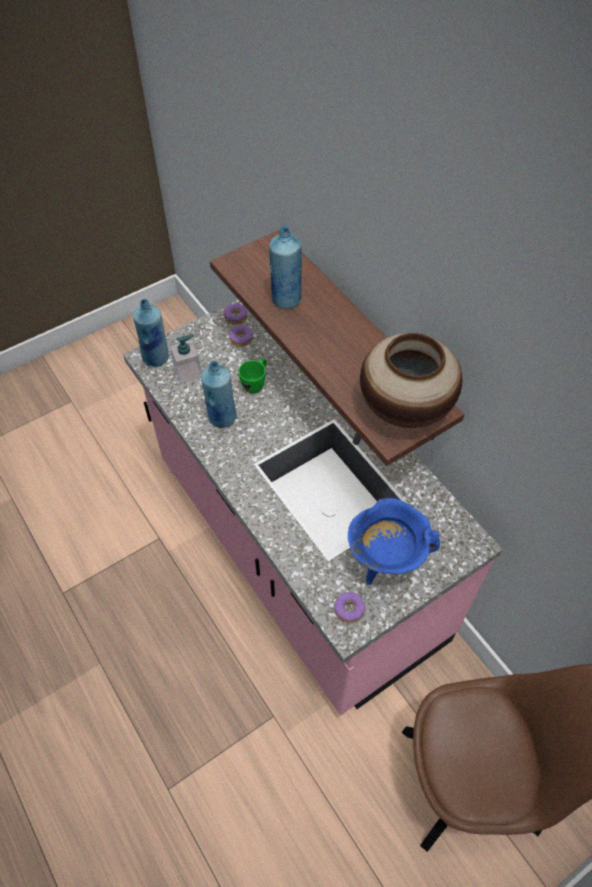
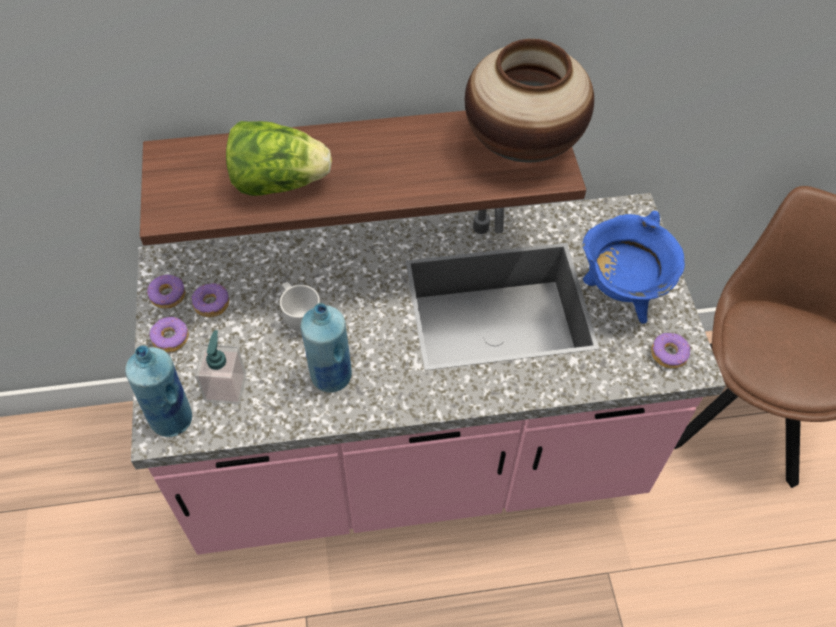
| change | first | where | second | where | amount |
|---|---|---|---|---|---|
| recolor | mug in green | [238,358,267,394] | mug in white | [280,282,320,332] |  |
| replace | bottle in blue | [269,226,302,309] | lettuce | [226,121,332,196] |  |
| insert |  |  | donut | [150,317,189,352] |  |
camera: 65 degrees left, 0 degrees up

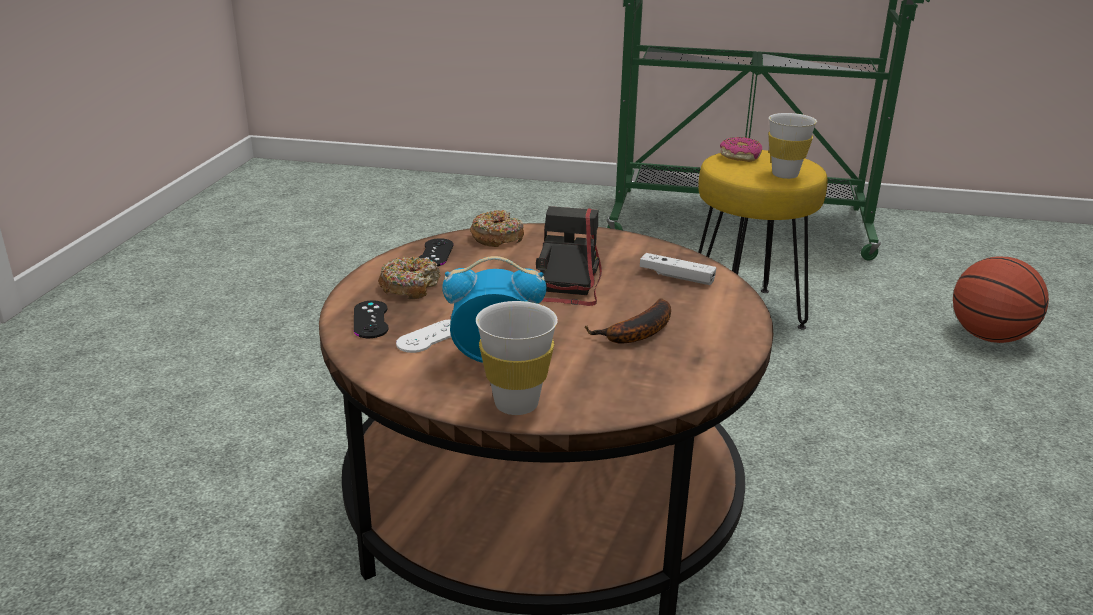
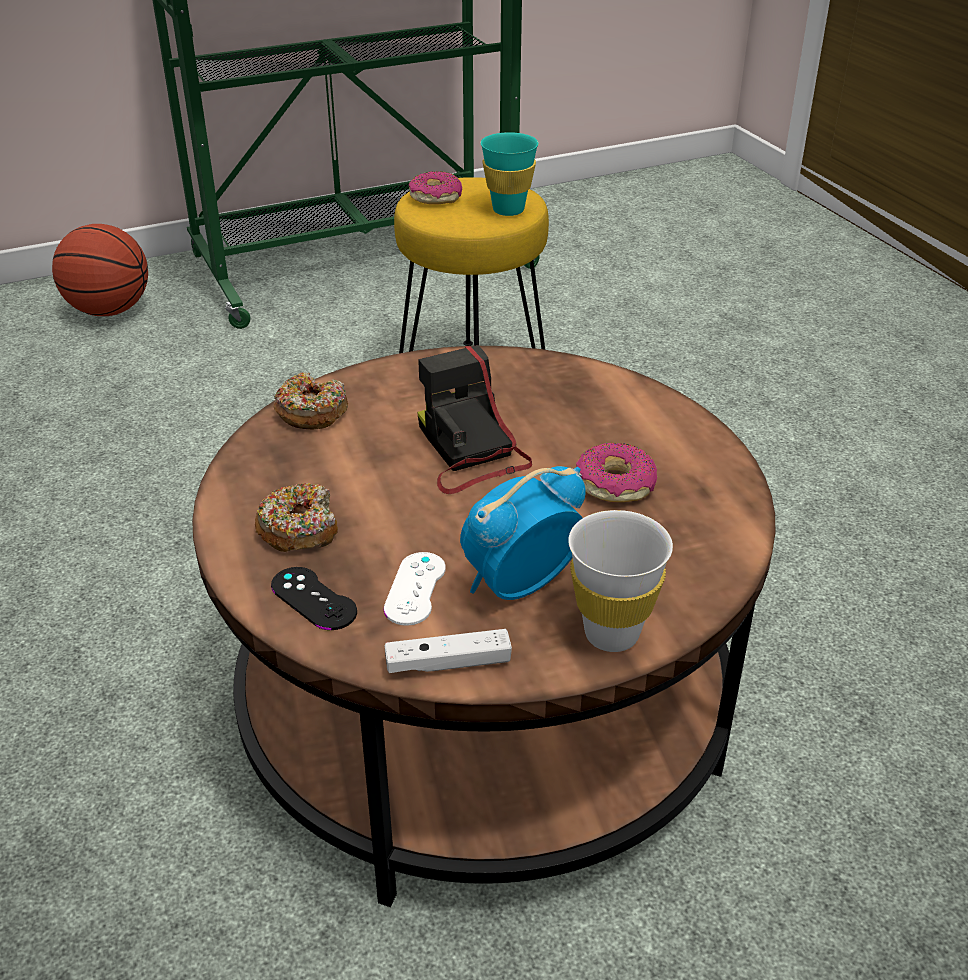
| change | first | where | second | where | amount |
|---|---|---|---|---|---|
| delete | game controller in black | [419,238,454,266] |  |  |  |
| replace | banana | [585,298,671,344] | donut | [576,443,657,502] |  |
| move | game controller in white | [640,253,716,285] |  | [385,629,512,673] |  |
| recolor | cup in white | [768,113,817,179] | cup in turquoise | [481,132,539,216] |  |
| move | basketball | [953,257,1049,343] |  | [52,224,148,316] |  |
camera: 35 degrees left, 10 degrees up

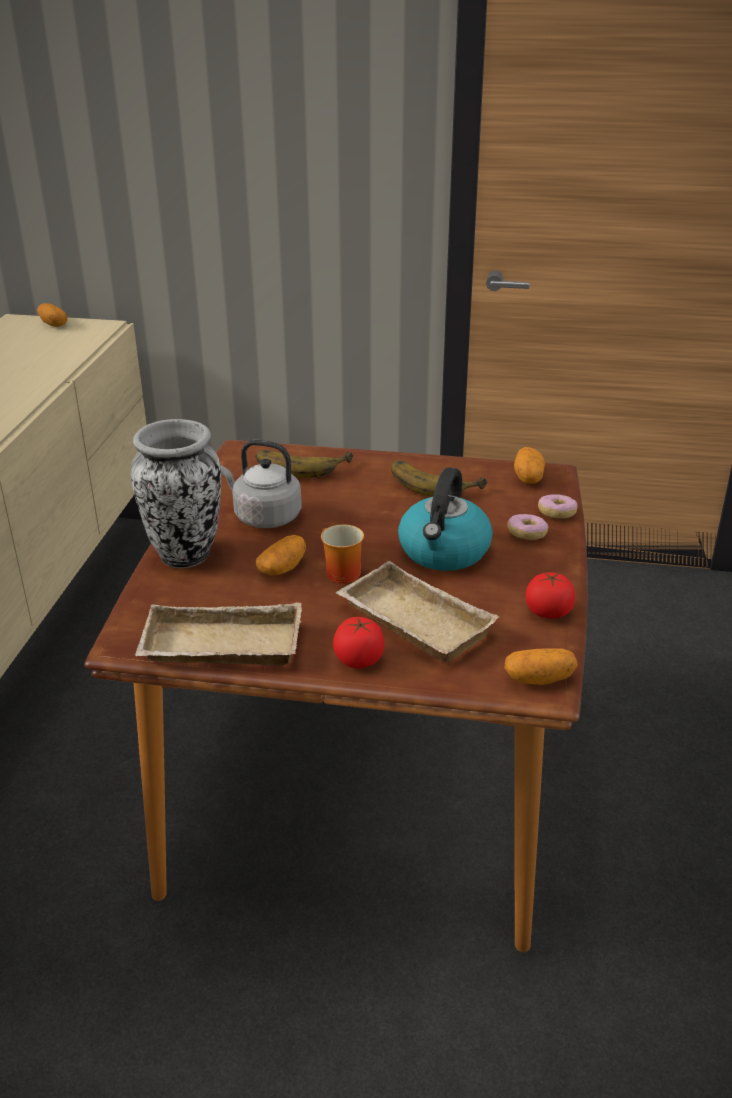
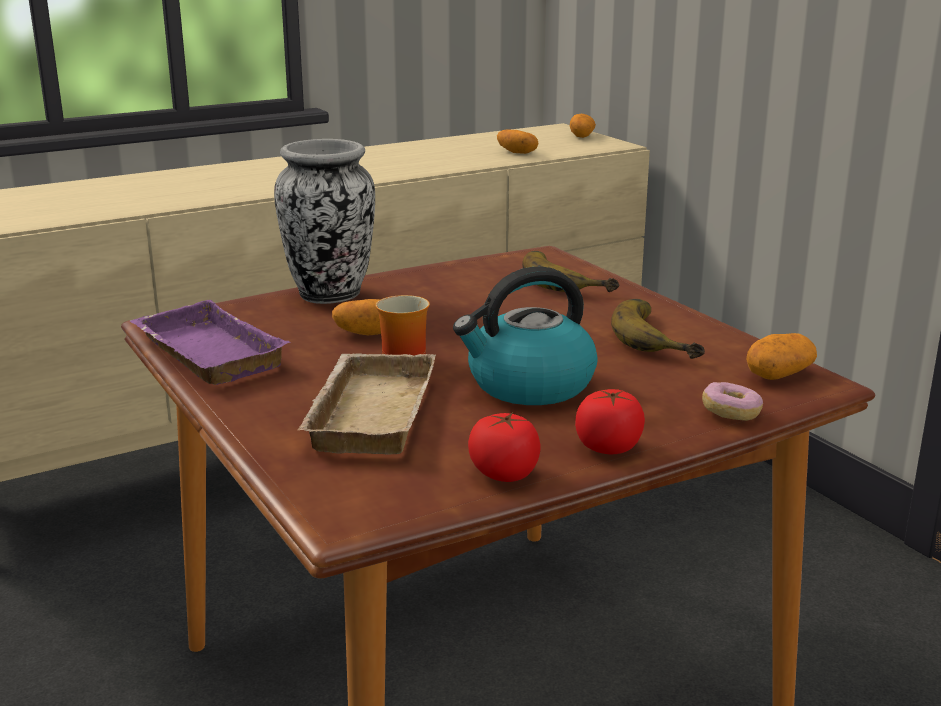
| change | first | where | second | where | amount |
|---|---|---|---|---|---|
| recolor | tray in beige | [135,602,302,665] | tray in purple | [129,300,291,385] |  |
| delete | kettle in grey | [221,440,302,528] |  |  |  |
| move | tomato | [333,617,384,668] |  | [575,389,645,454] |  |
| move | potato | [504,648,578,685] |  | [497,130,539,154] |  |
| delete | donut | [508,514,548,540] |  |  |  |
camera: 50 degrees right, 10 degrees down

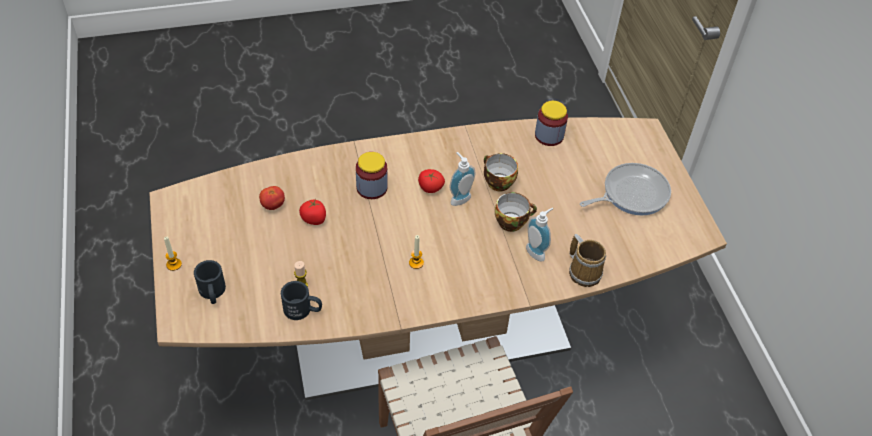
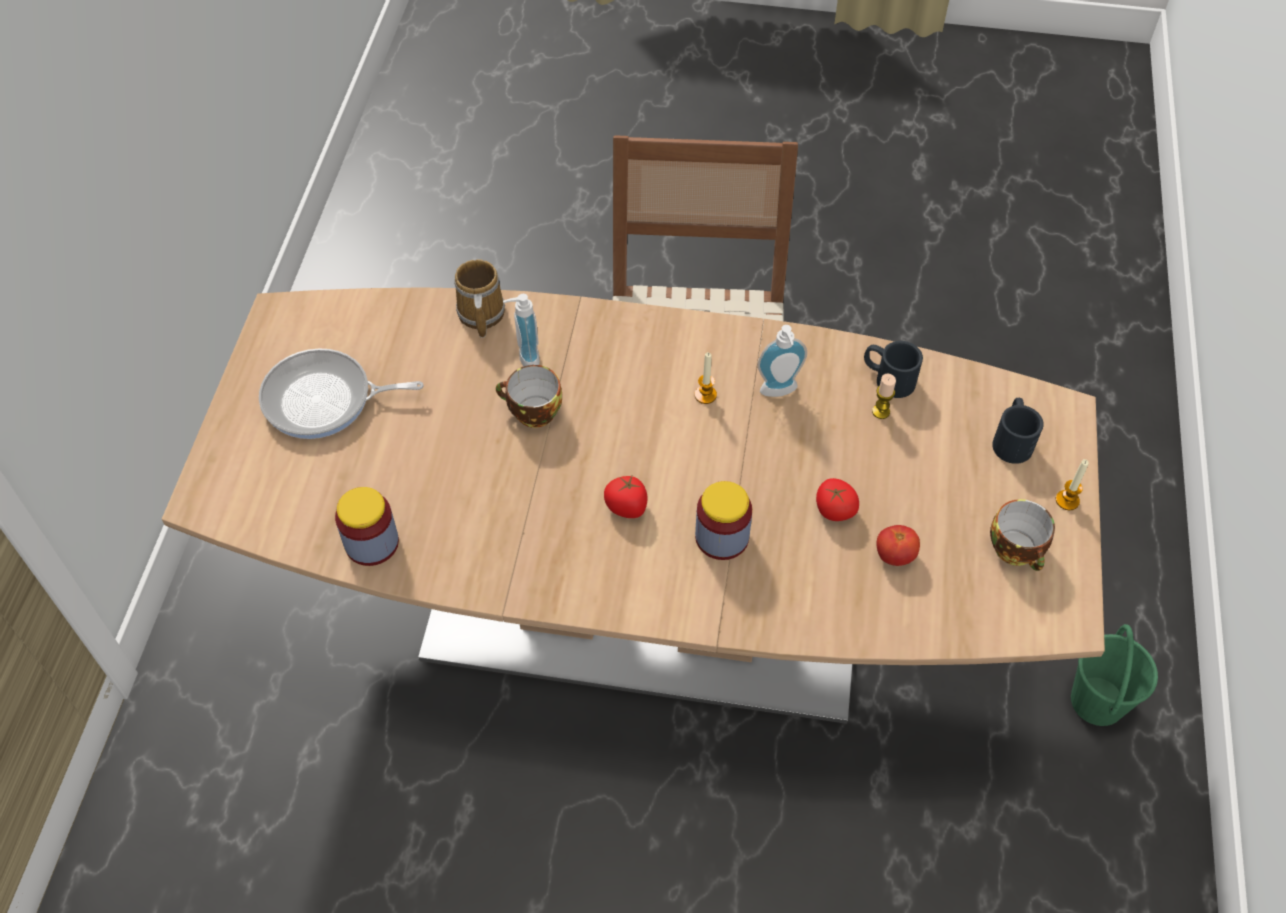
| change | first | where | second | where | amount |
|---|---|---|---|---|---|
| move | soap dispenser | [450,152,475,206] |  | [758,325,807,397] |  |
| move | cup | [484,153,518,191] |  | [990,499,1055,571] |  |
| insert |  |  | bucket in green | [1071,624,1158,726] |  |
camera: 155 degrees left, 5 degrees up

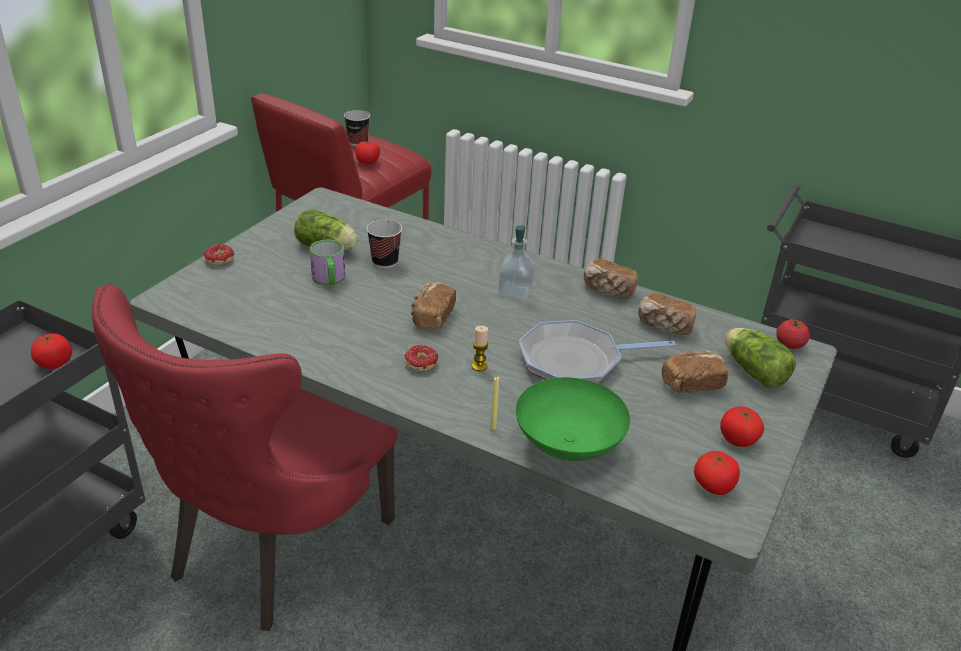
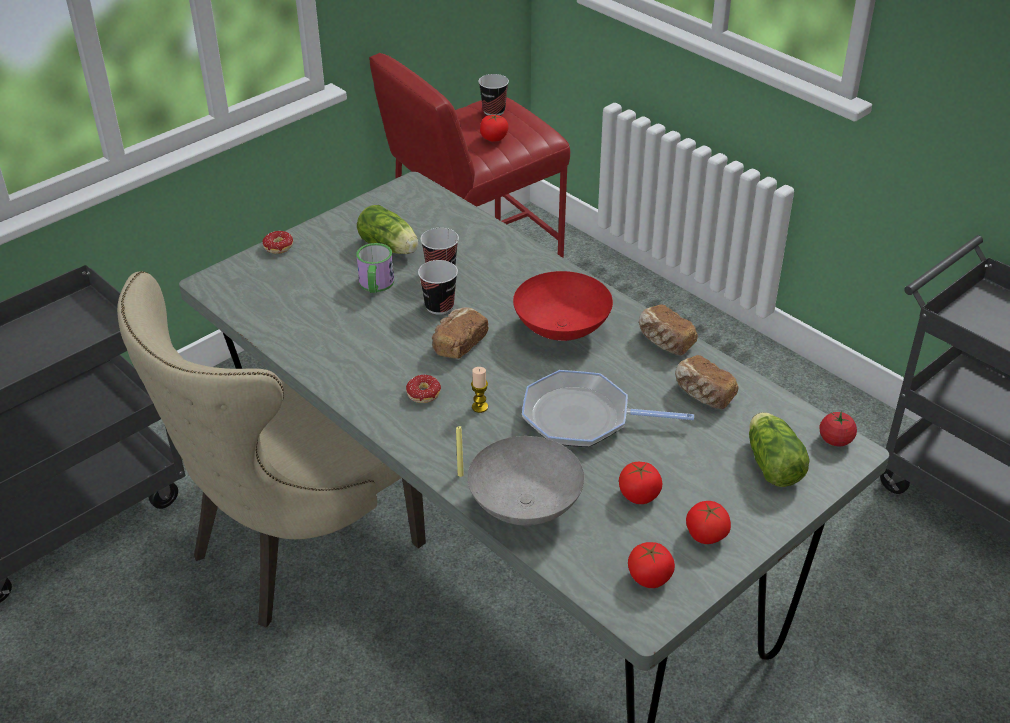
| change | first | where | second | where | amount |
|---|---|---|---|---|---|
| move | tomato | [31,333,72,369] |  | [619,462,662,504] |  |
| recolor | chair in red | [92,284,397,631] | chair in beige | [117,271,426,628] |  |
| replace | soap dispenser | [498,225,535,301] | bowl in red | [513,271,613,341] |  |
| recolor | bowl in green | [516,377,630,461] | bowl in grey | [467,436,584,526] |  |
| delete | bread | [662,350,728,393] |  |  |  |
| insert |  |  | cup | [418,260,458,315] |  |
camera: 20 degrees right, 5 degrees up

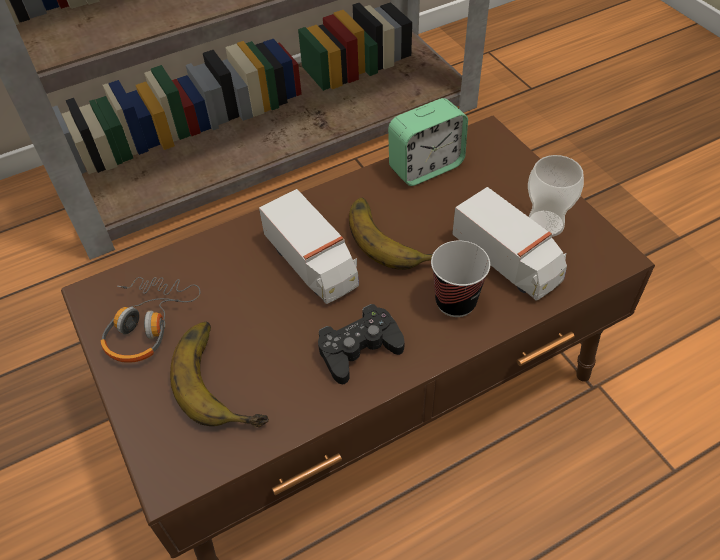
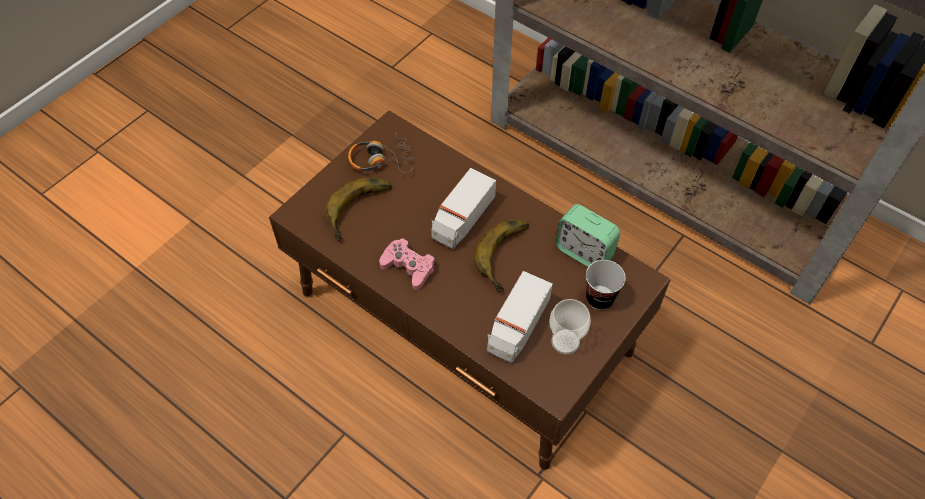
| change | first | where | second | where | amount |
|---|---|---|---|---|---|
| recolor | game controller in black | [318,304,405,384] | game controller in pink | [379,238,435,290] |  |
| move | cup | [431,241,490,317] |  | [586,260,626,310] |  |
camera: 65 degrees right, 5 degrees up

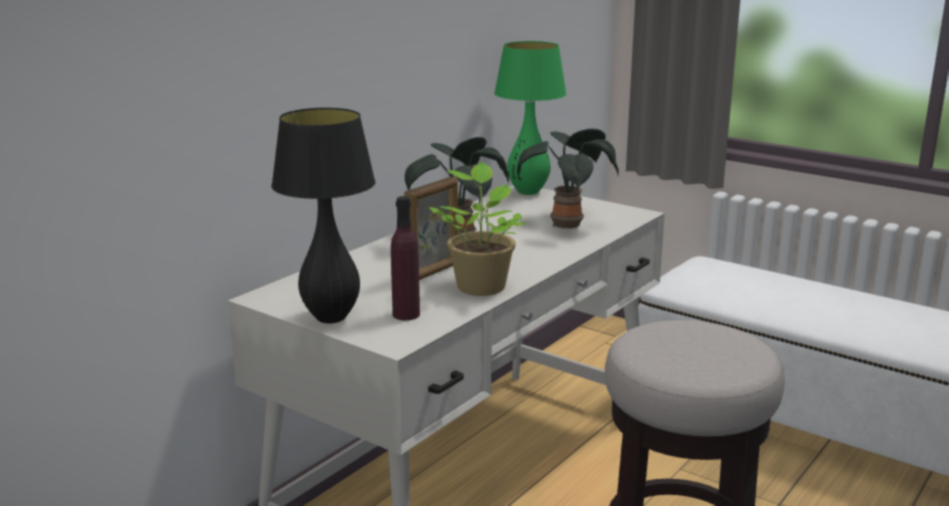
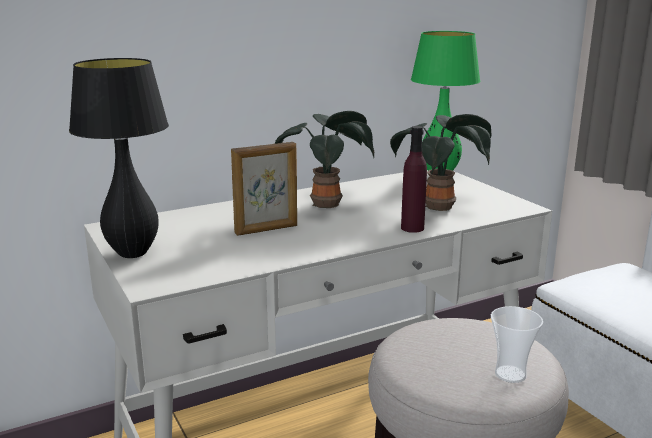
| change | first | where | second | where | amount |
|---|---|---|---|---|---|
| move | bottle in purple | [391,196,420,320] |  | [401,126,427,233] |  |
| delete | potted plant | [428,162,527,296] |  |  |  |
| insert |  |  | cup | [491,306,543,383] |  |
camera: 25 degrees right, 0 degrees up

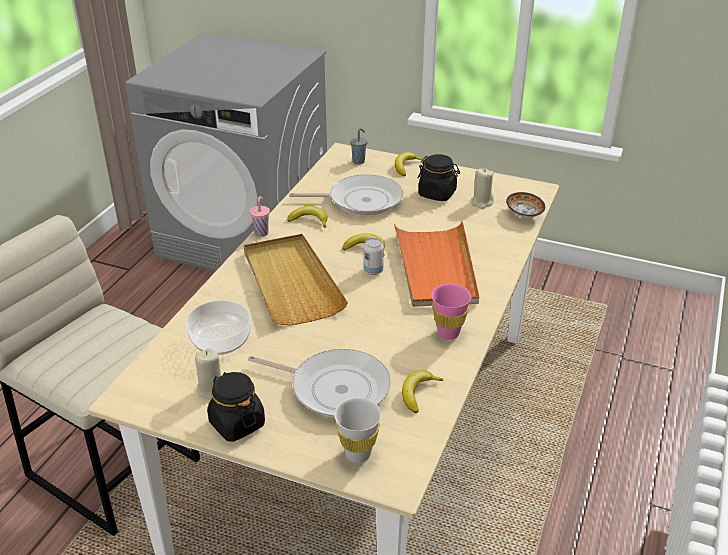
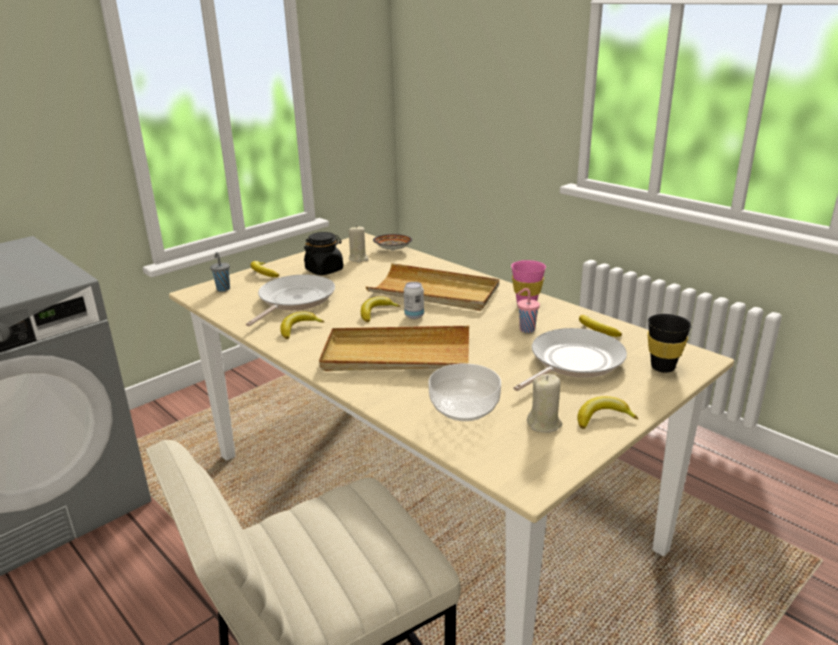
| change | first | where | second | where | amount |
|---|---|---|---|---|---|
| replace | jar in black | [207,372,265,442] | banana | [577,396,638,429] |  |
| move | cup in pink | [250,196,270,237] |  | [517,288,540,333] |  |
| recolor | cup in white | [334,398,381,463] | cup in black | [647,314,692,373] |  |
| recolor | tray in orange | [394,221,479,307] | tray in beige | [366,263,499,311] |  |
camera: 65 degrees left, 10 degrees down

